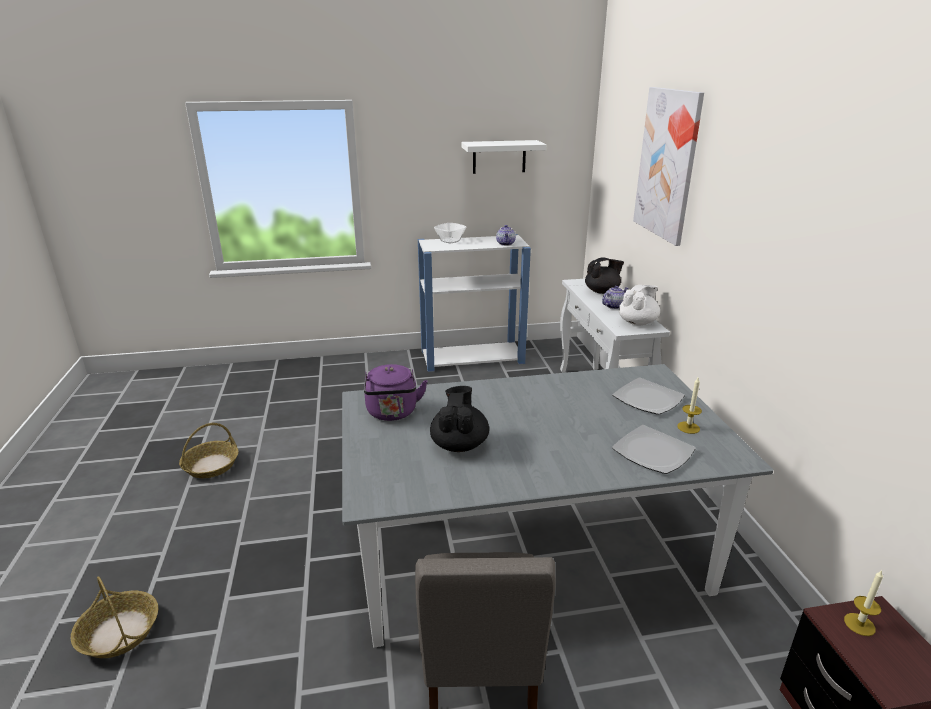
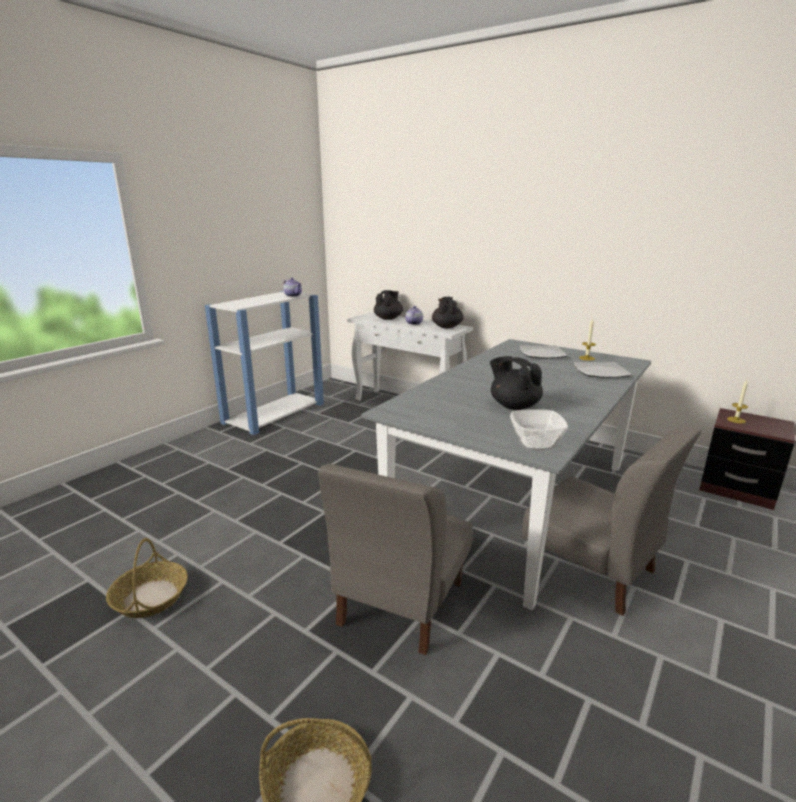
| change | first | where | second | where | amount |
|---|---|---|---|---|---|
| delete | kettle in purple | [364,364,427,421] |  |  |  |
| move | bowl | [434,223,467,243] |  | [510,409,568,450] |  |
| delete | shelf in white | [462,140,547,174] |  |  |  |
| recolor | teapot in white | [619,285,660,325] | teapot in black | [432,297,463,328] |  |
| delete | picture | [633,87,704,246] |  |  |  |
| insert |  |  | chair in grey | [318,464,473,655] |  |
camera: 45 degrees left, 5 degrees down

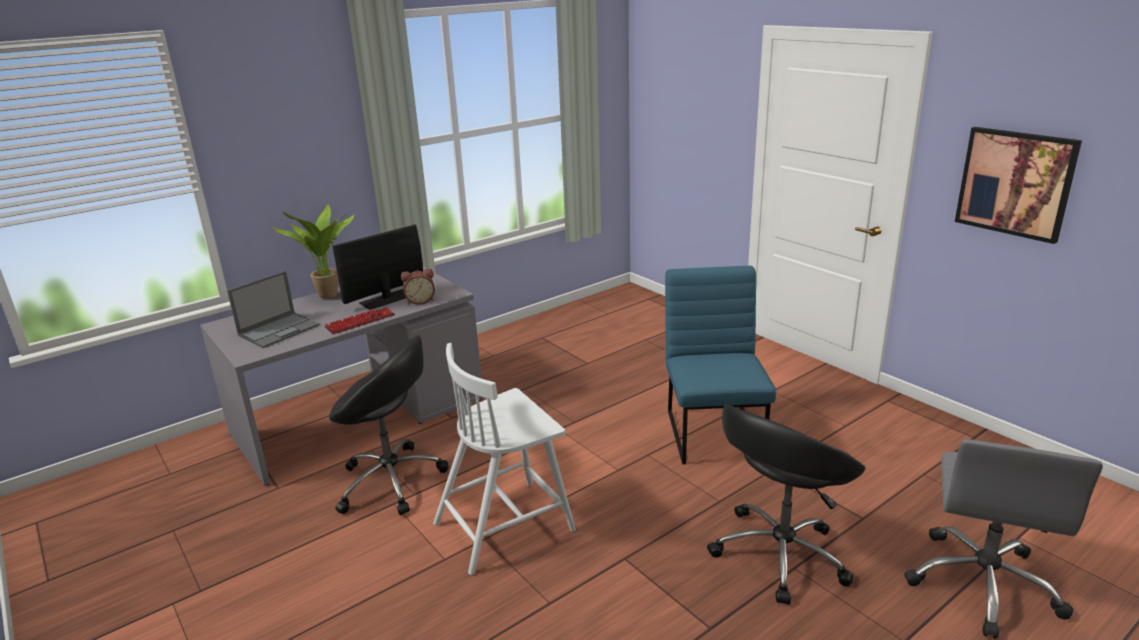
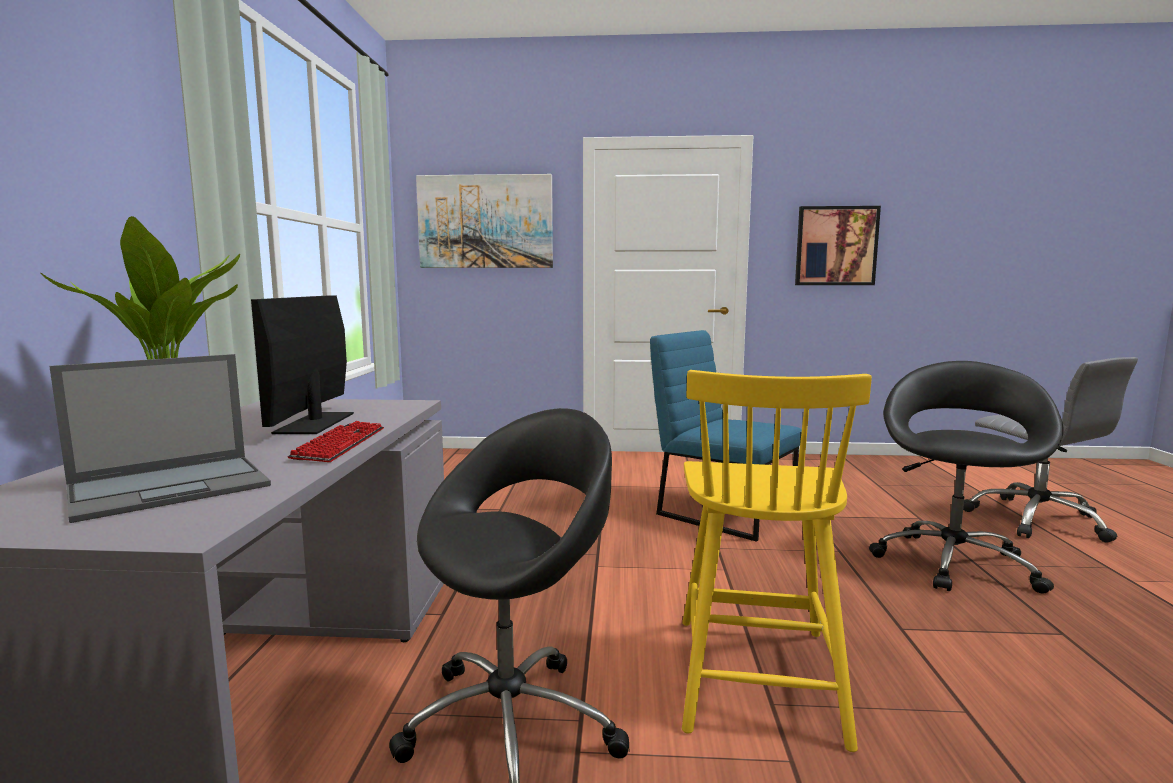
| change | first | where | second | where | amount |
|---|---|---|---|---|---|
| rotate | laptop | [227,271,320,348] |  | [49,354,271,523] | 60 degrees clockwise |
| delete | alarm clock | [401,269,435,305] |  |  |  |
| recolor | chair in white | [433,343,576,575] | chair in yellow | [682,370,872,752] |  |
| rotate | office chair in black | [707,404,865,605] |  | [869,361,1064,593] | 150 degrees counterclockwise |
| insert |  |  | picture | [416,174,553,268] |  |
camera: 50 degrees left, 15 degrees down

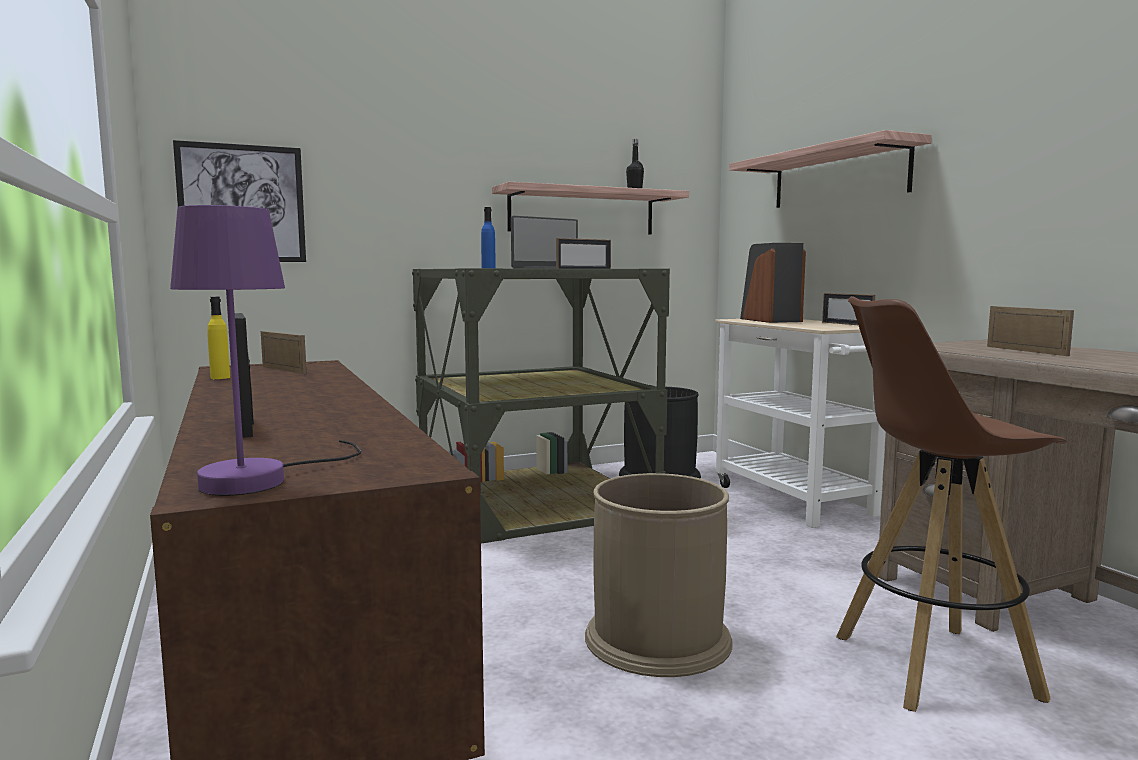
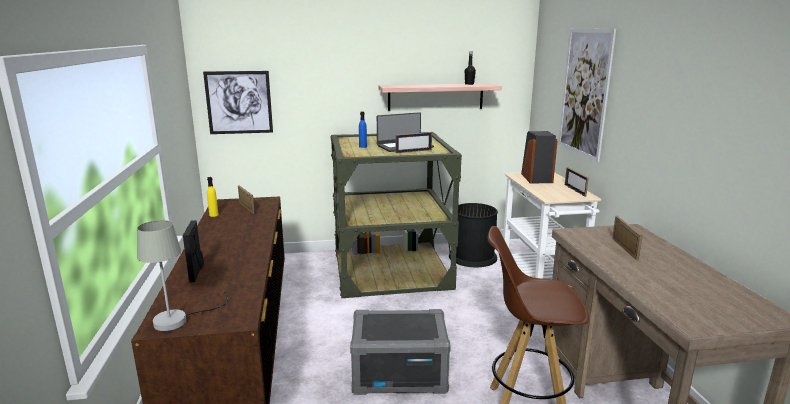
| change | first | where | second | where | amount |
|---|---|---|---|---|---|
| recolor | table lamp in purple | [170,205,361,496] | table lamp in grey | [137,220,228,331] |  |
| replace | trash can in brown | [585,473,732,677] | storage box in grey | [350,309,451,395] |  |
| replace | shelf | [729,130,932,208] | picture | [558,28,616,162] |  |
camera: 15 degrees right, 10 degrees up

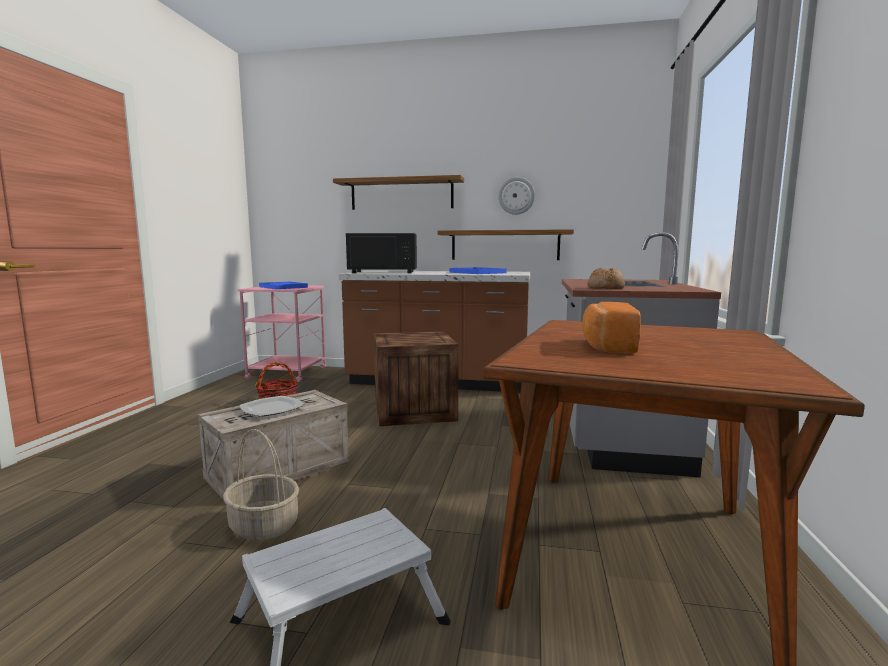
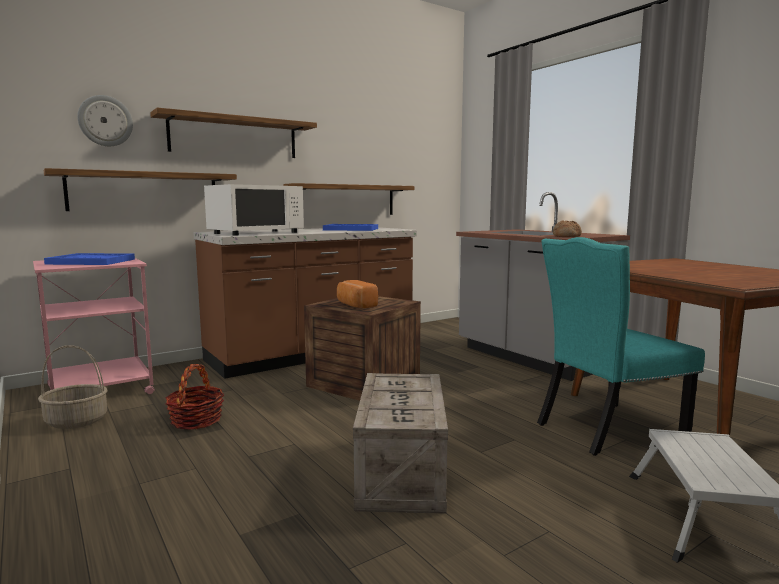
| change | first | where | second | where | amount |
|---|---|---|---|---|---|
| move | basket | [223,429,299,540] |  | [38,345,108,429] |  |
| delete | plate | [240,396,304,416] |  |  |  |
| recolor | microwave in black | [346,233,417,273] | microwave in white | [204,184,304,236] |  |
| move | wall clock | [498,177,535,215] |  | [77,95,133,146] |  |
| move | bread | [582,302,641,353] |  | [337,280,378,308] |  |
| insert |  |  | shelf | [44,168,237,211] |  |
| insert |  |  | chair in turquoise | [537,237,705,456] |  |
camera: 45 degrees left, 0 degrees up

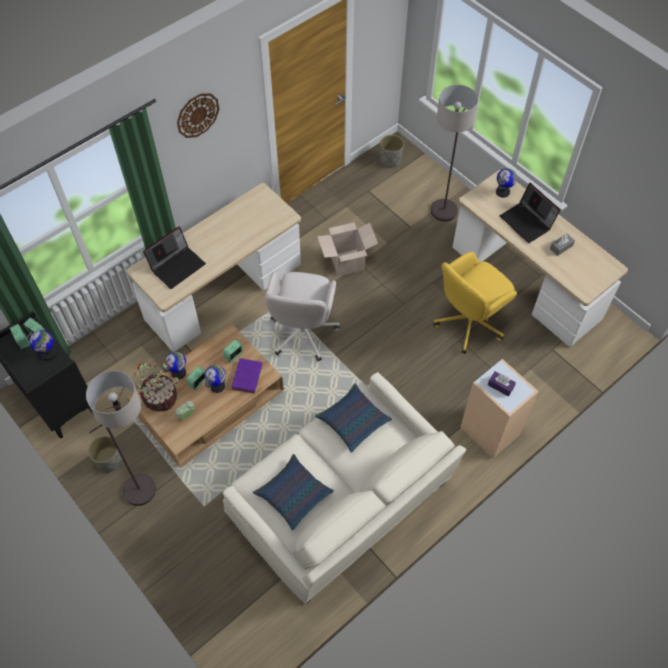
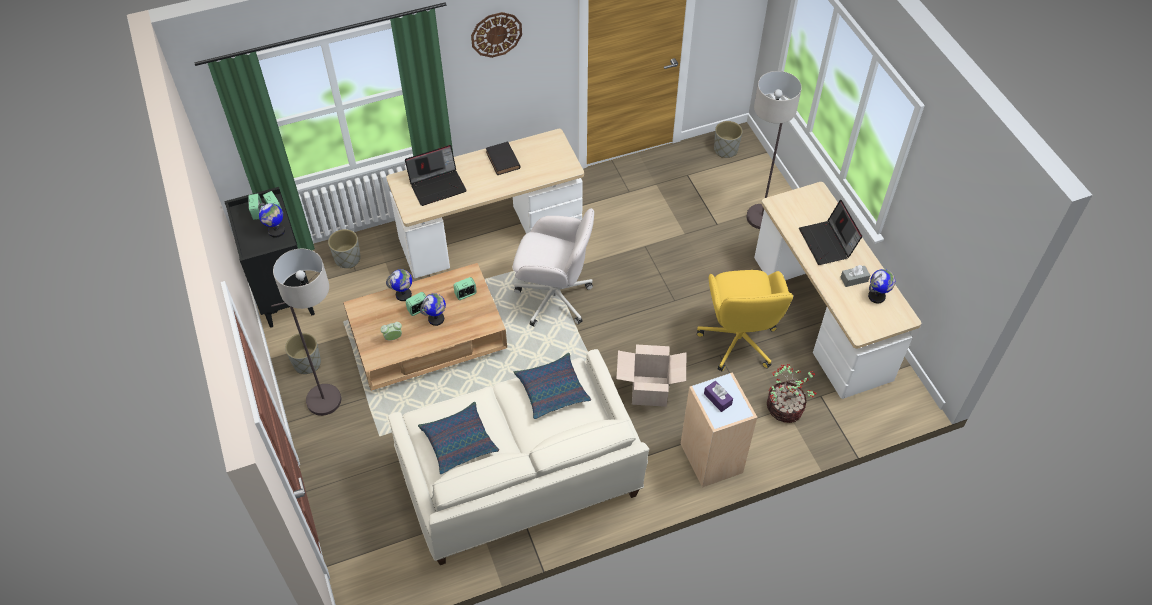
| change | first | where | second | where | amount |
|---|---|---|---|---|---|
| move | potted plant | [134,362,181,412] |  | [767,364,817,423] |  |
| delete | book in purple | [231,358,263,393] |  |  |  |
| rotate | office chair in white | [265,271,340,362] |  | [513,208,594,327] | 105 degrees counterclockwise |
| move | cardboard box | [317,222,378,276] |  | [616,344,686,407] |  |
| rotate | office chair in yellow | [433,252,517,354] |  | [697,270,793,372] | 75 degrees counterclockwise |
| move | globe | [496,168,517,198] |  | [868,269,895,304] |  |
| insert |  |  | planter in grey | [328,229,361,268] |  |
| insert |  |  | book in black | [486,142,520,175] |  |
camera: 20 degrees right, 5 degrees down

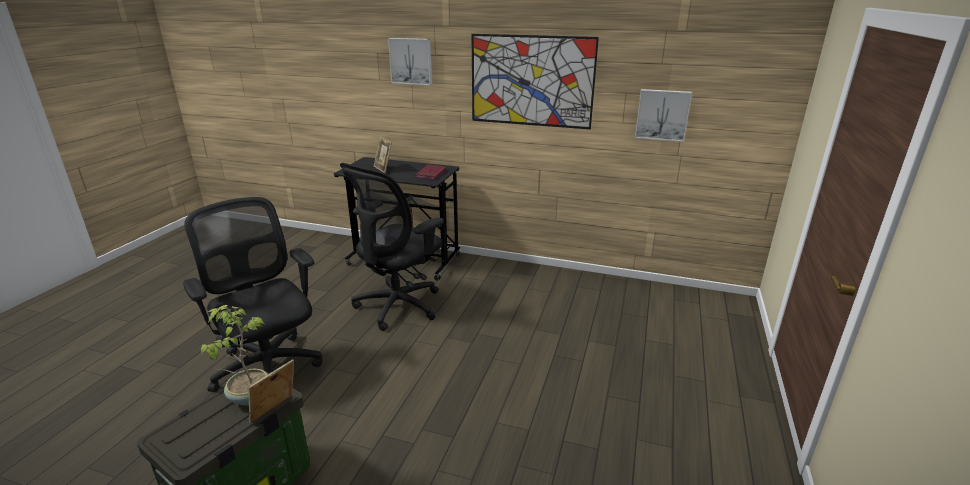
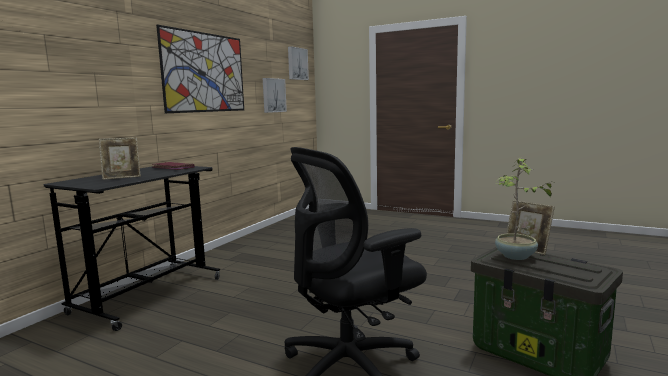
| change | first | where | second | where | amount |
|---|---|---|---|---|---|
| delete | office chair in black | [340,163,444,331] |  |  |  |
| move | picture | [388,38,432,85] |  | [288,46,309,80] |  |
camera: 80 degrees left, 15 degrees down

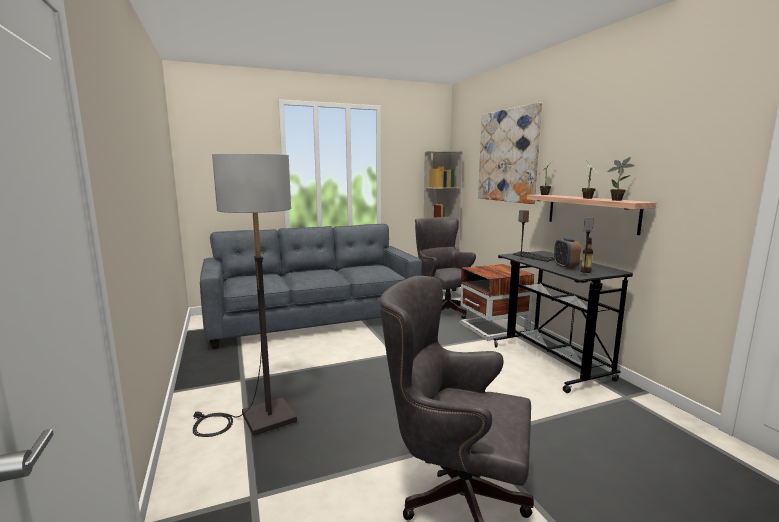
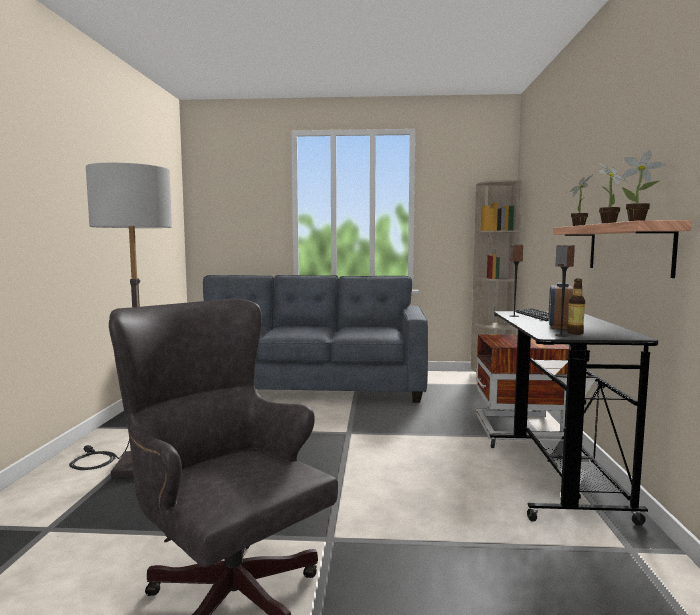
| change | first | where | second | where | amount |
|---|---|---|---|---|---|
| delete | office chair in grey | [415,217,476,319] |  |  |  |
| delete | picture | [478,102,542,204] |  |  |  |
camera: 25 degrees right, 5 degrees down

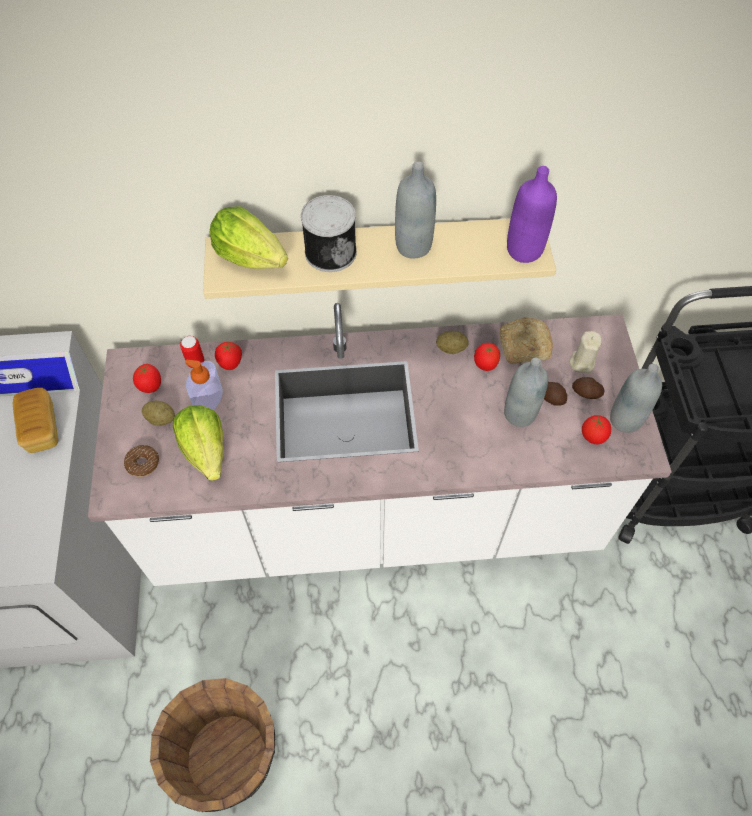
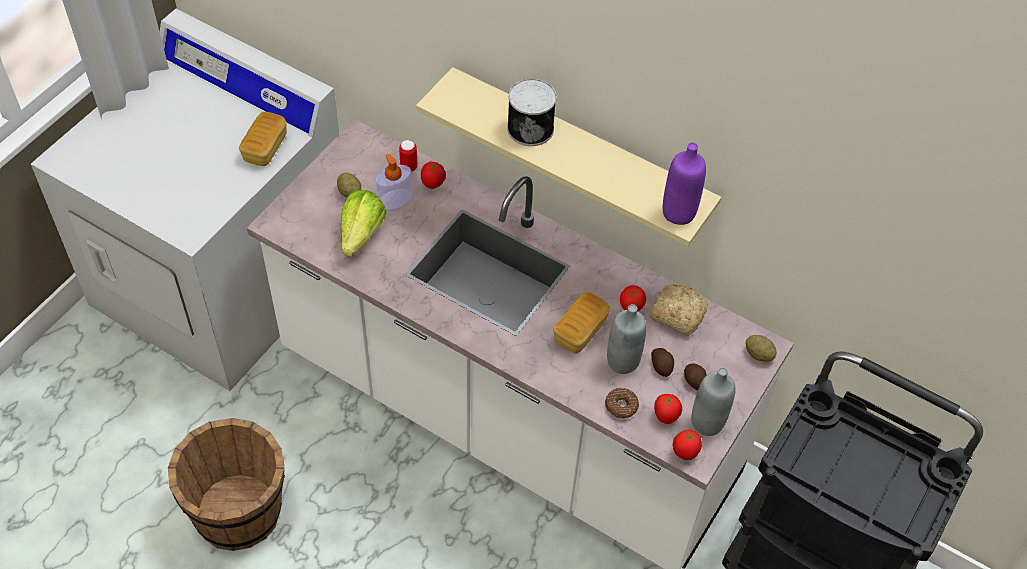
| change | first | where | second | where | amount |
|---|---|---|---|---|---|
| move | donut | [124,445,159,477] |  | [605,388,639,419] |  |
| move | tomato | [133,364,161,393] |  | [673,430,702,460] |  |
| delete | lettuce | [210,206,288,269] |  |  |  |
| delete | bottle in grey | [395,162,436,259] |  |  |  |
| move | potato | [436,331,469,354] |  | [745,335,777,362] |  |
| delete | candle in beige | [570,331,602,373] |  |  |  |
| insert |  |  | bread | [553,292,610,353] |  |
camera: 35 degrees right, 5 degrees down

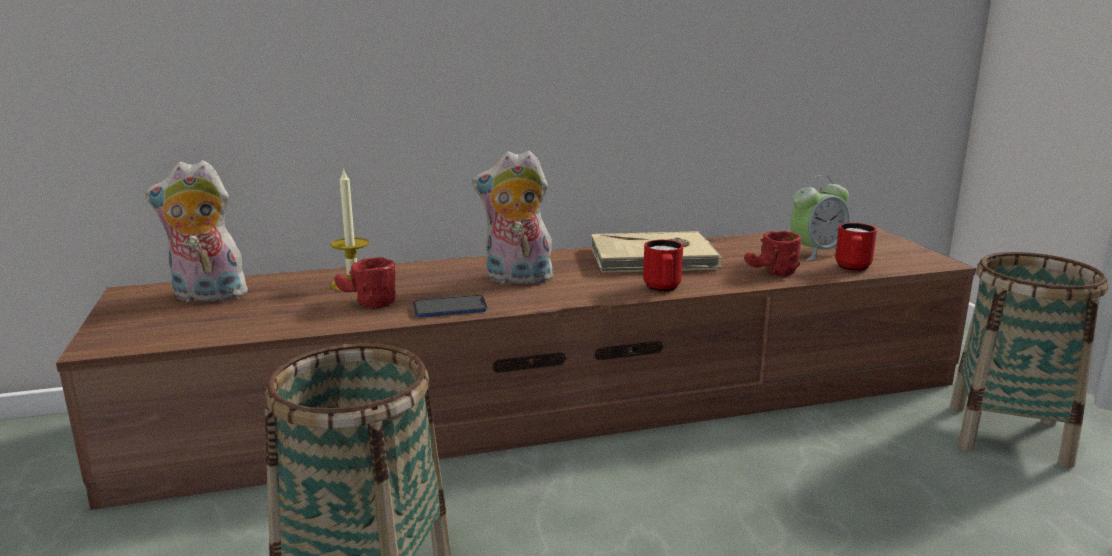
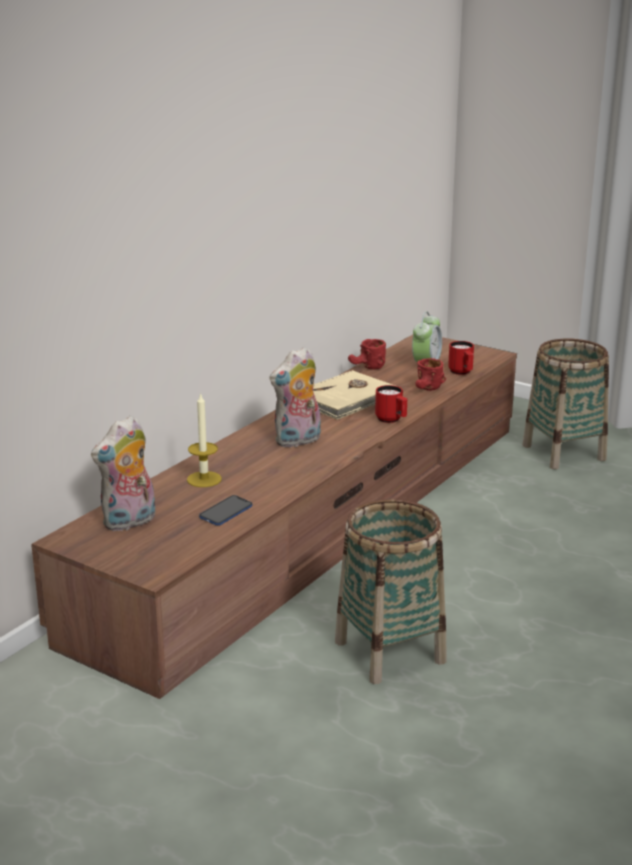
| change | first | where | second | where | amount |
|---|---|---|---|---|---|
| move | mug in red | [334,257,396,309] |  | [348,339,386,370] |  |
| move | phone | [413,295,487,317] |  | [199,495,252,526] |  |
camera: 40 degrees left, 5 degrees up

